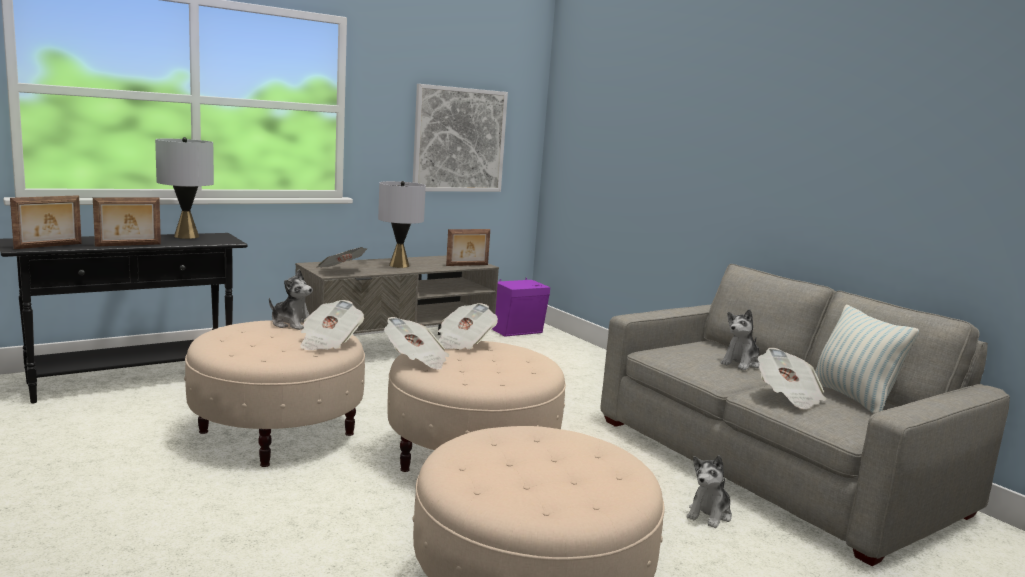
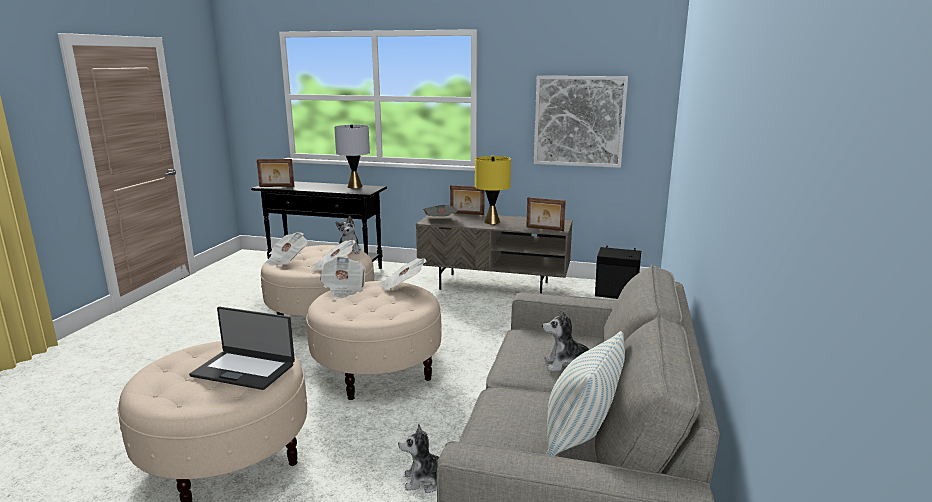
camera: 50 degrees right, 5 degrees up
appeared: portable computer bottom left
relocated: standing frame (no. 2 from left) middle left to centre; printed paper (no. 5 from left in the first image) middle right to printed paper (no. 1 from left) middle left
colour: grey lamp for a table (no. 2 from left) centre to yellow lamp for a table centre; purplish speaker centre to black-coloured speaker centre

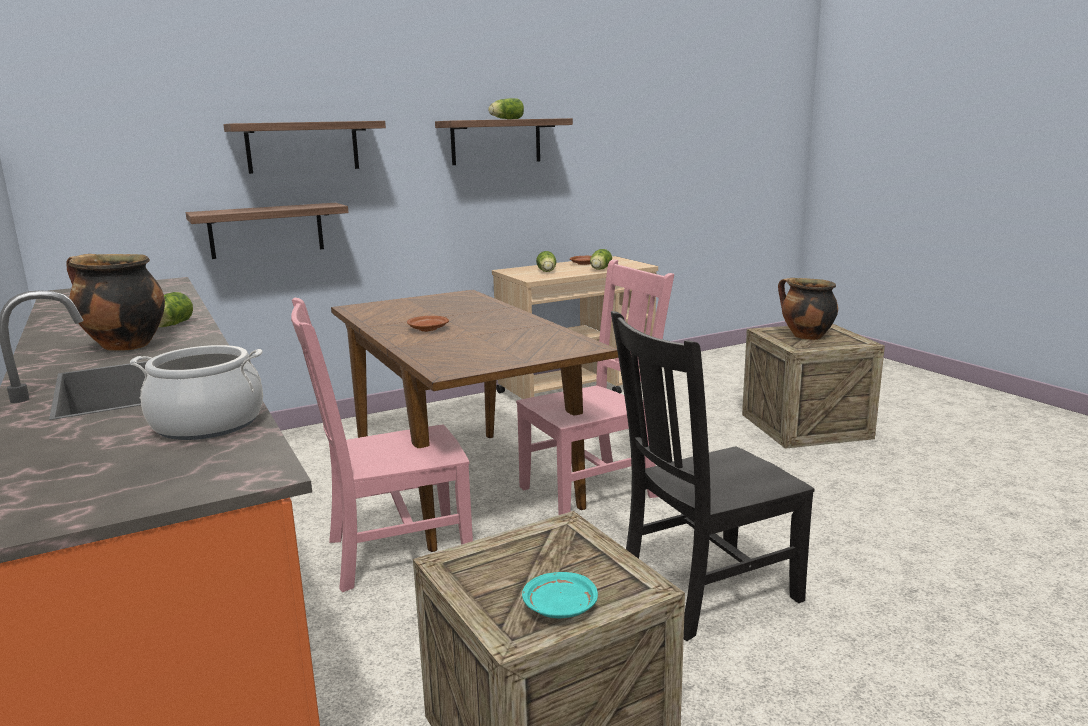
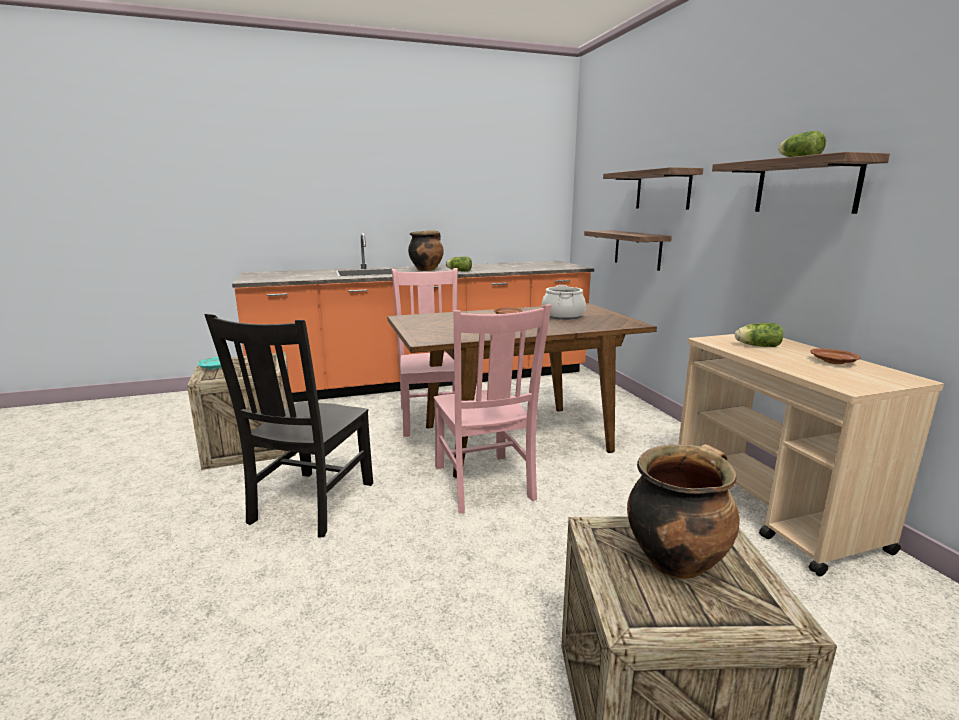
camera: 100 degrees right, 0 degrees up
missing: lettuce (no. 4 from left) centre
relocated: cooking pot (no. 2 from left) middle left to centre
spun: black-coloured upright chair centre = middle left 150 degrees counterclockwise

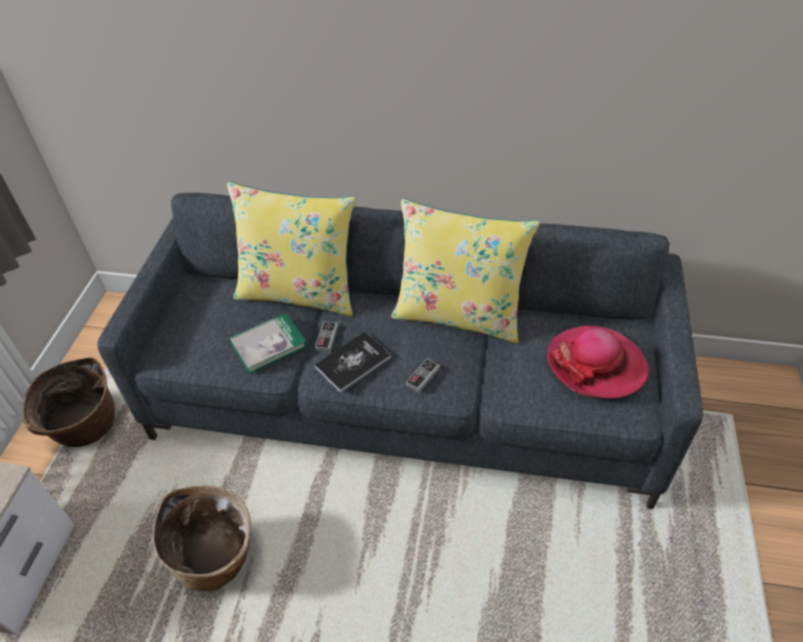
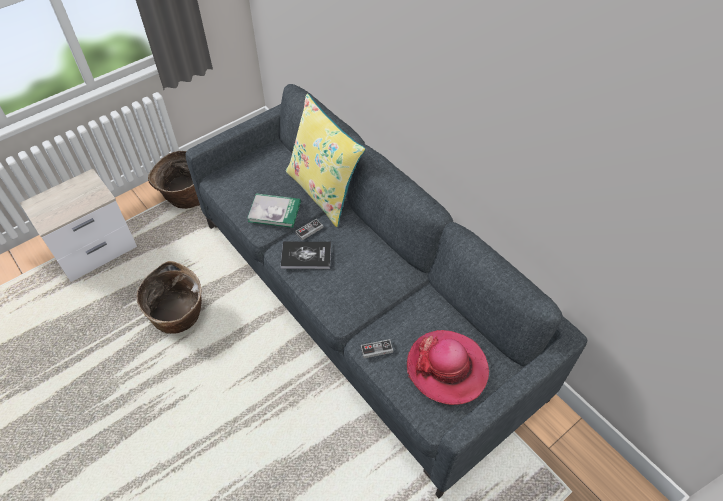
camera: 40 degrees right, 5 degrees up
missing: yellow throw pillow (no. 2 from left) centre
relocated: gamepad (no. 2 from left) centre to bottom centre

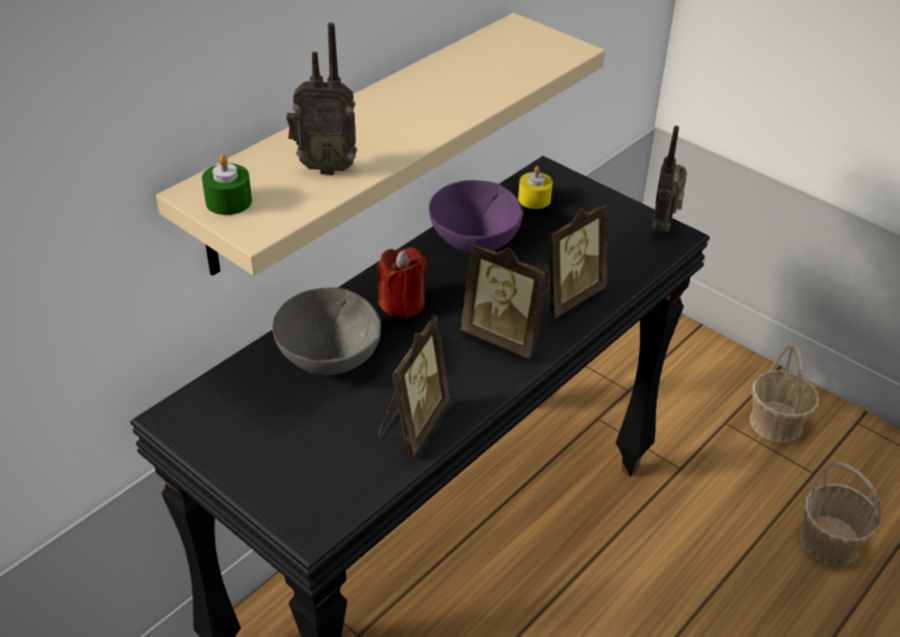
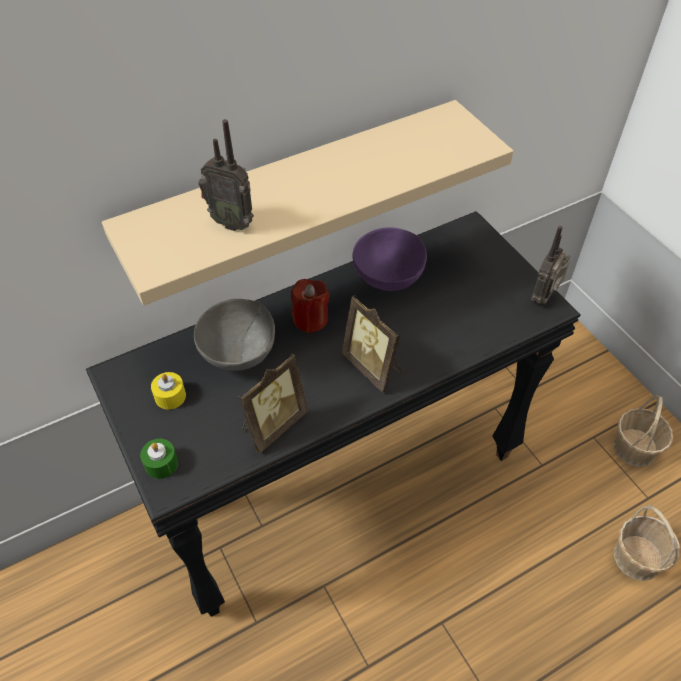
camera: 20 degrees right, 10 degrees up
missing: standing frame (no. 3 from left) centre
relocated: green-coloured wax candle top left to bottom left; yellow wax candle top centre to middle left

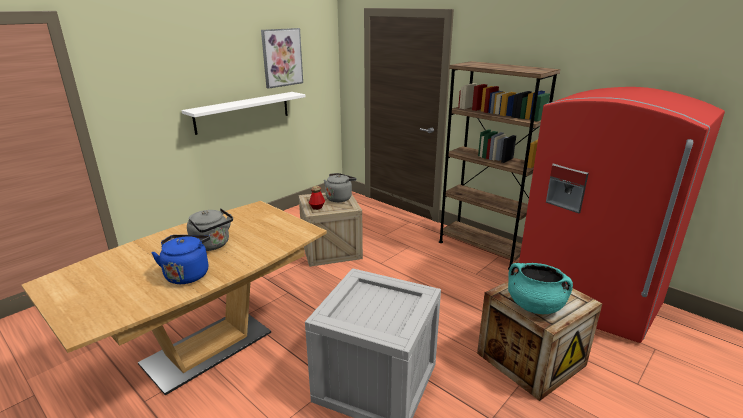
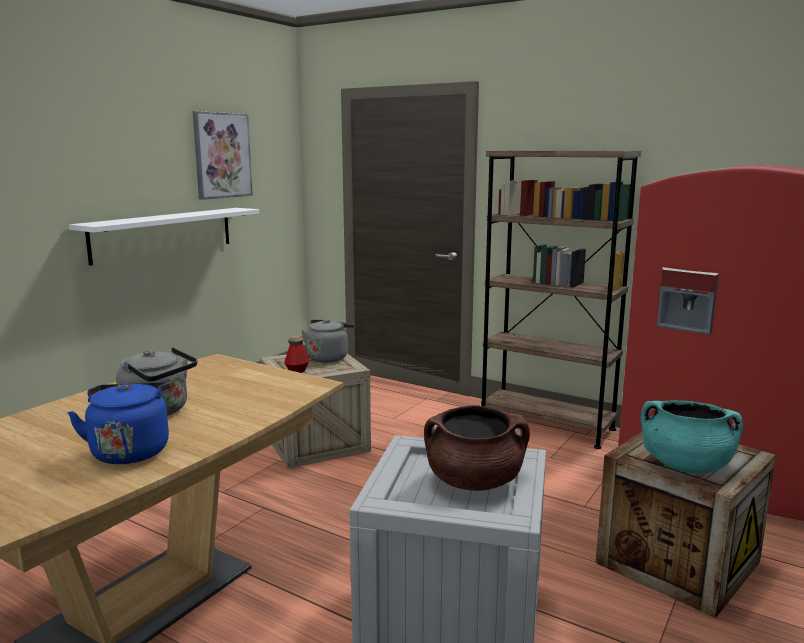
camera: 10 degrees left, 10 degrees down
appeared: brownish cooking pot bottom centre

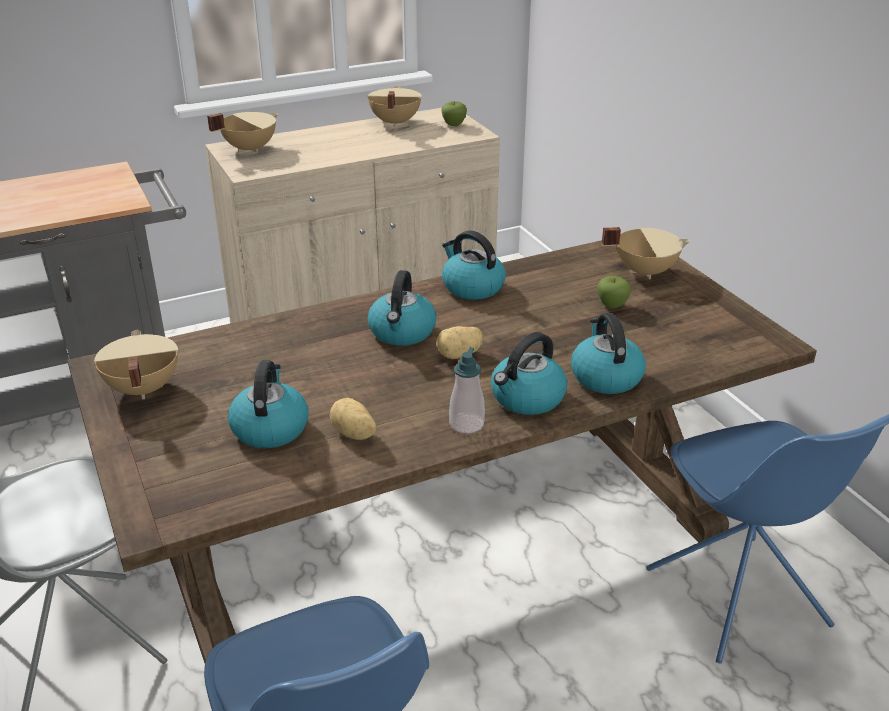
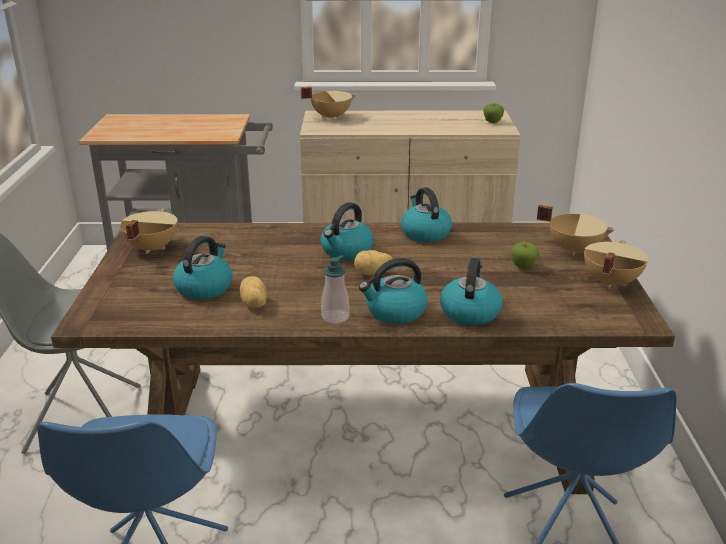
camera: 25 degrees right, 5 degrees down
relocated: beige cooking pot (no. 3 from left in the first image) top centre to beige cooking pot (no. 4 from left) middle right

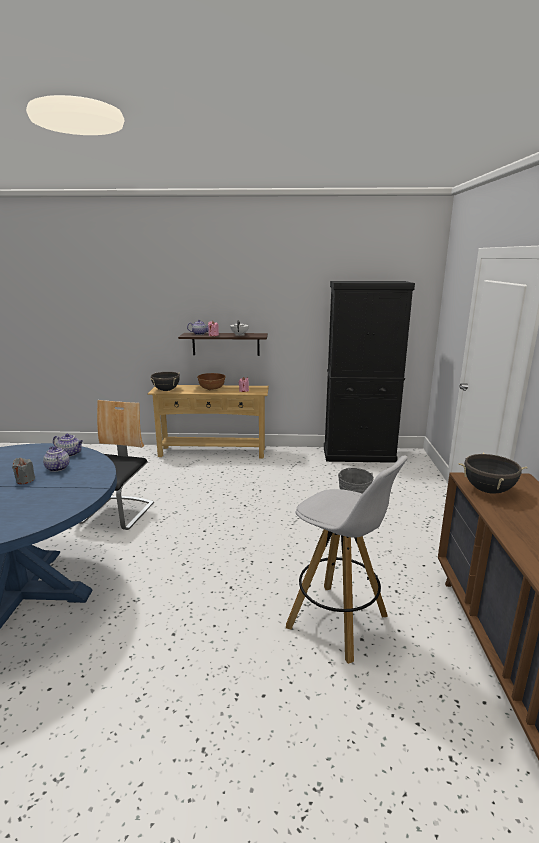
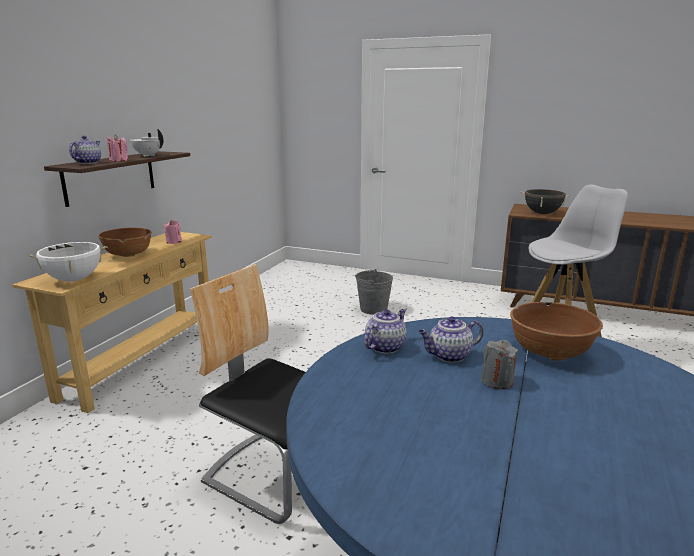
camera: 70 degrees left, 0 degrees up
missing: black-coloured storage cabinet middle right
appeared: brownish deep dish (no. 2 from left) middle right
colour: black-coloured cooking pot (no. 1 from left) middle left to white cooking pot middle left

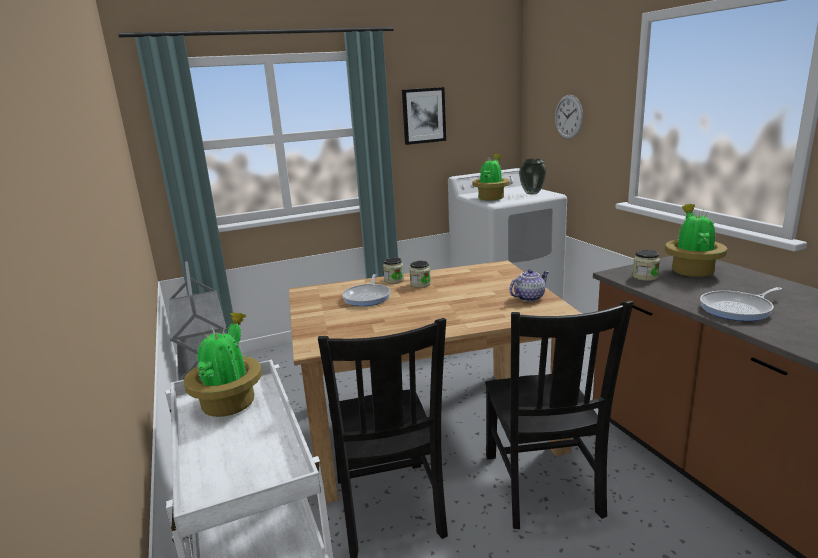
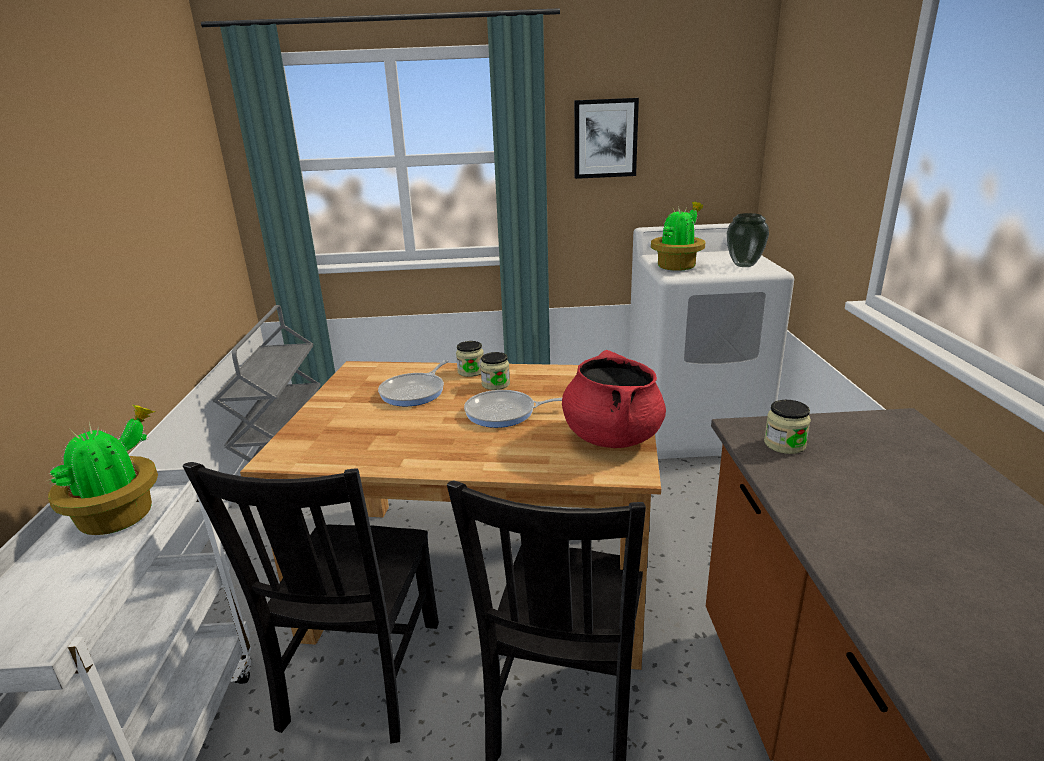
camera: 20 degrees right, 5 degrees up
missing: wall clock top right; houseplant (no. 3 from left) middle right
relocated: pan (no. 2 from left) middle right to centre
exchanged: tea pot centre to red-coloured cooking pot centre

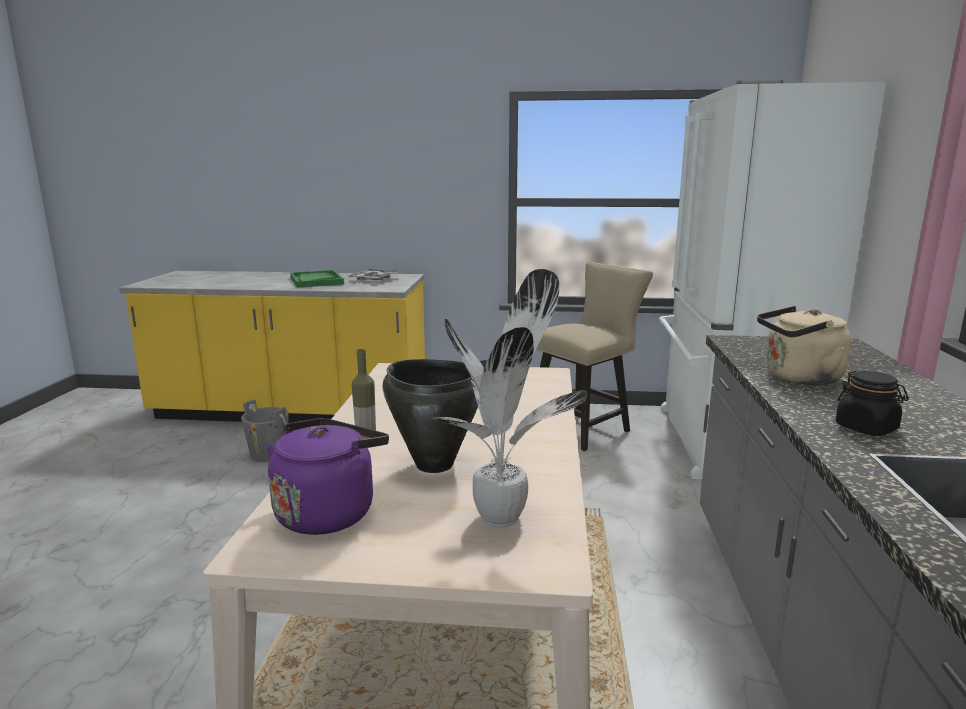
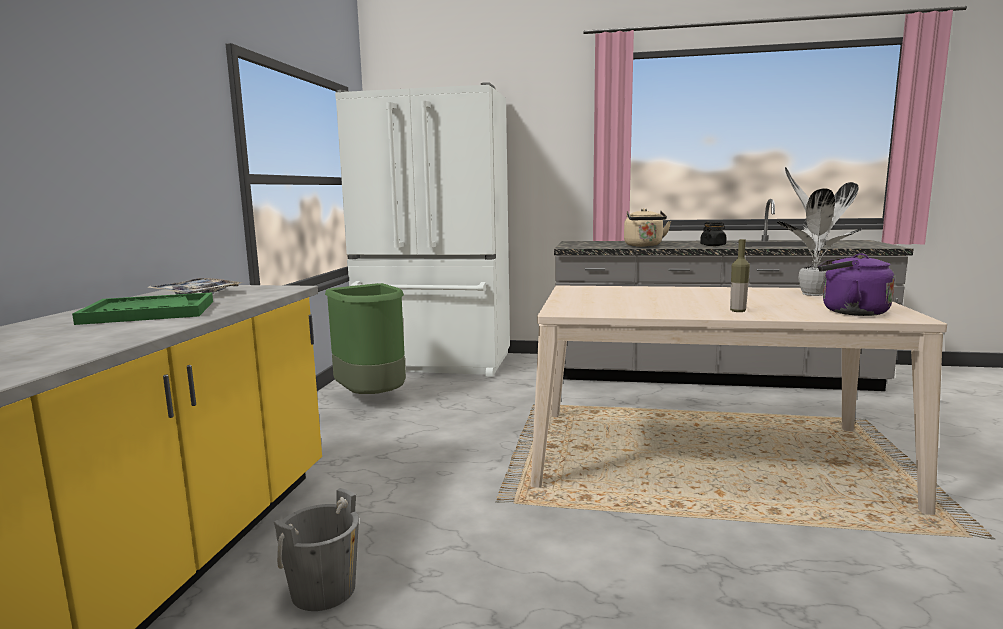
camera: 85 degrees left, 5 degrees down
missing: black-coloured cooking pot centre
exchanged: beige upright chair centre to green-coloured rubbish bin centre

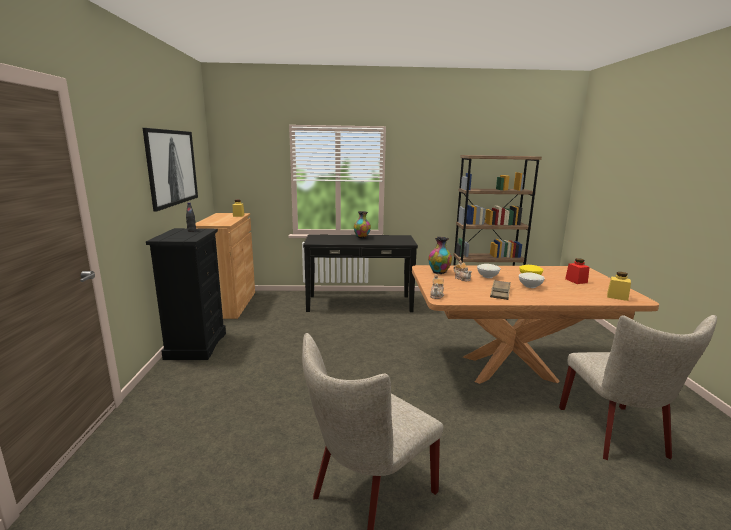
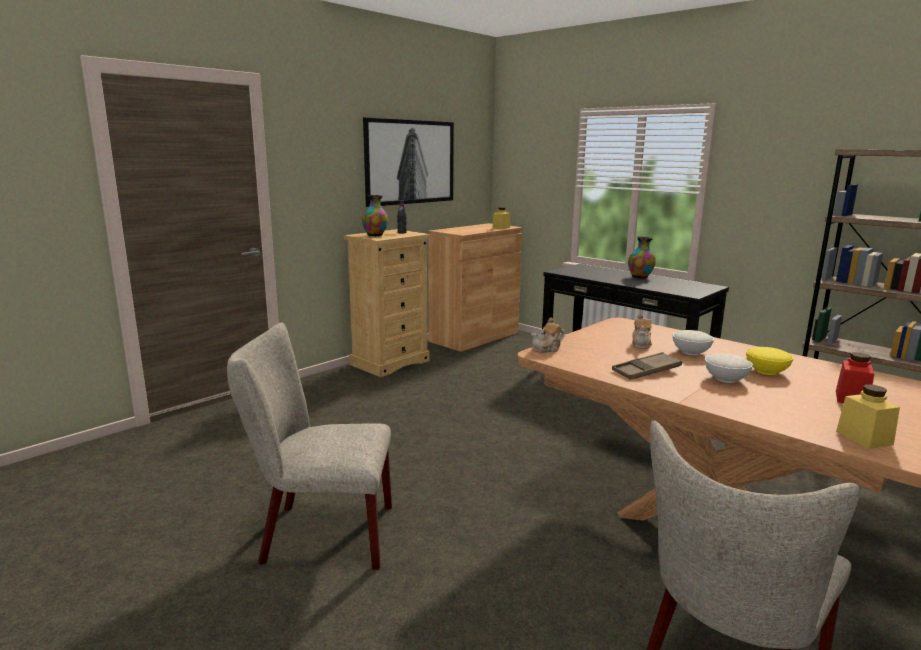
camera: 45 degrees right, 0 degrees up
relocated: vase (no. 2 from left in the first image) centre to vase (no. 1 from left) top centre
colour: black-coloured dresser middle left to beige dresser centre

